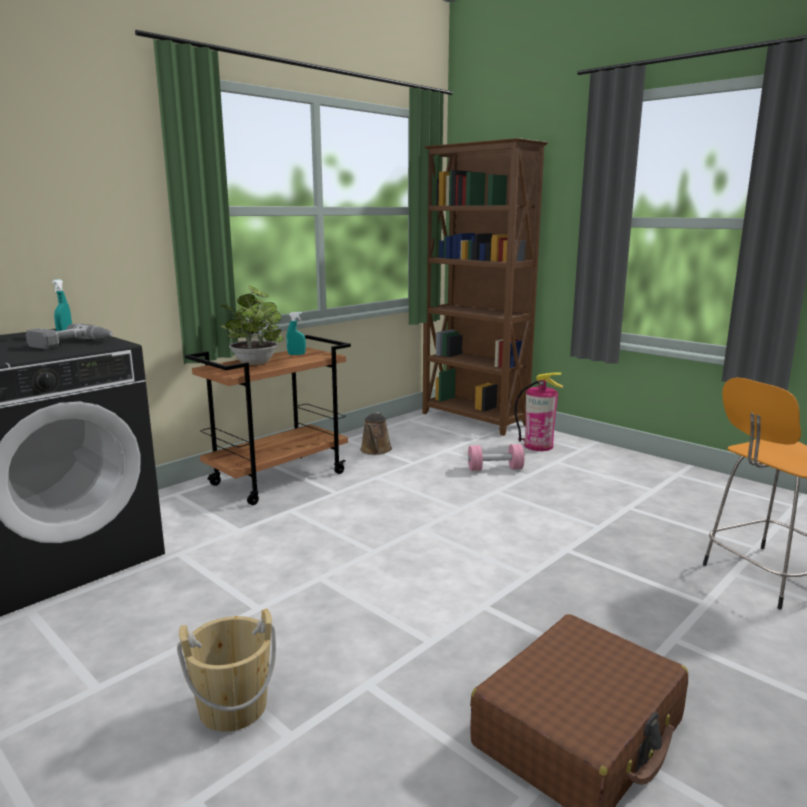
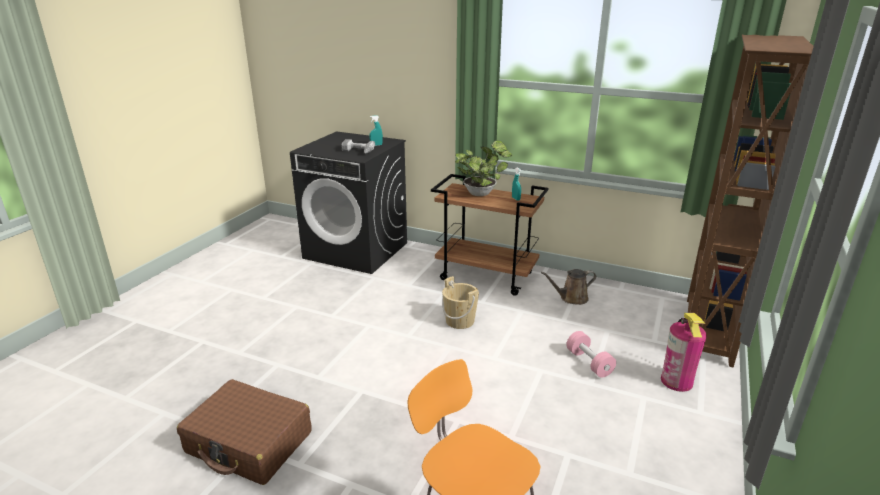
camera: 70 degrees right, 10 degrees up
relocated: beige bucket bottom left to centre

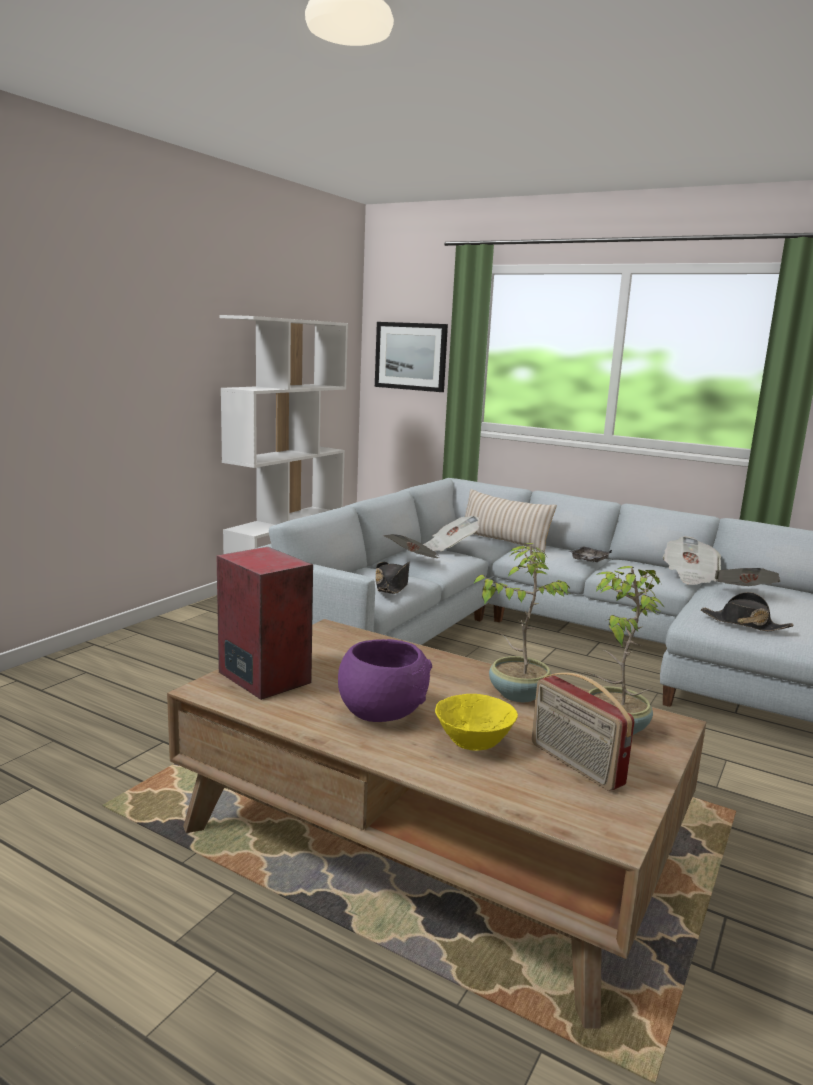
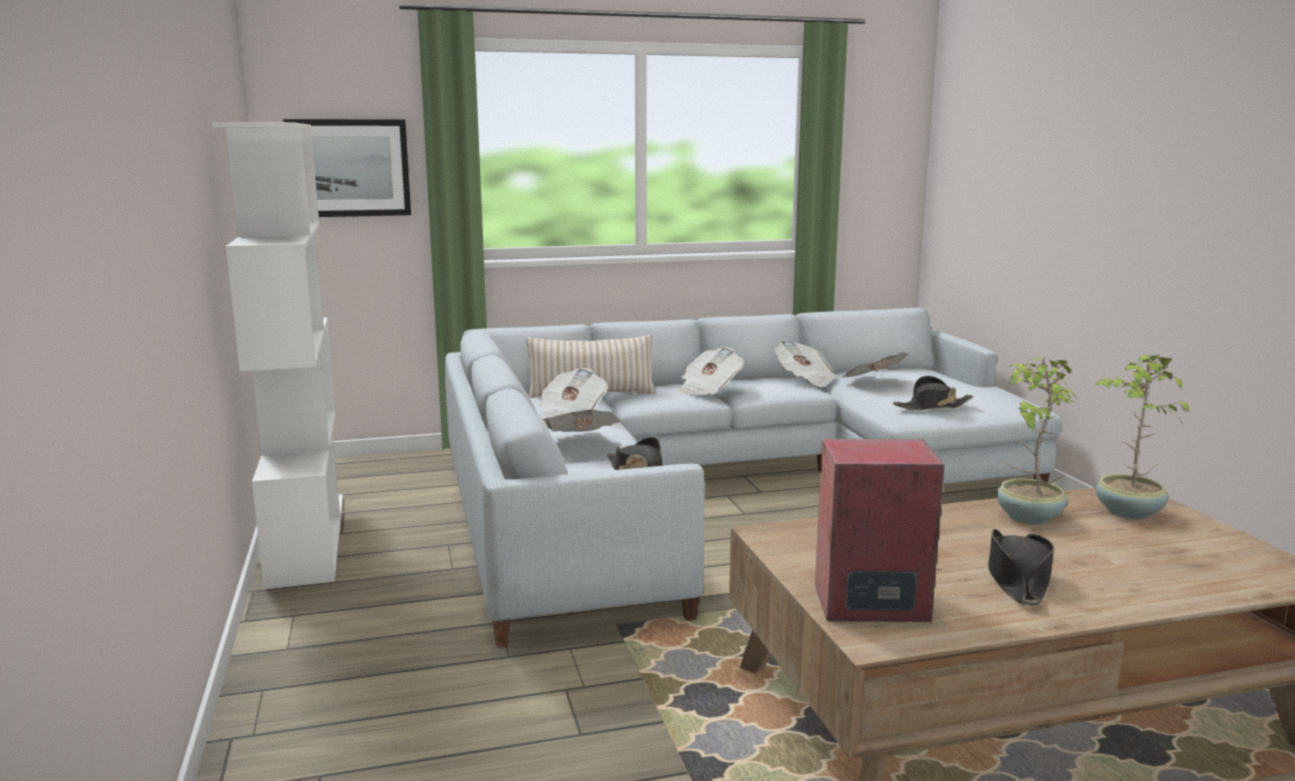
camera: 45 degrees left, 0 degrees up
missing: radio bottom right; yellow deep dish centre
exchanged: grey tray middle right to printed paper (no. 3 from left) centre; purplish deep dish centre to black-coloured hat (no. 3 from left) bottom right

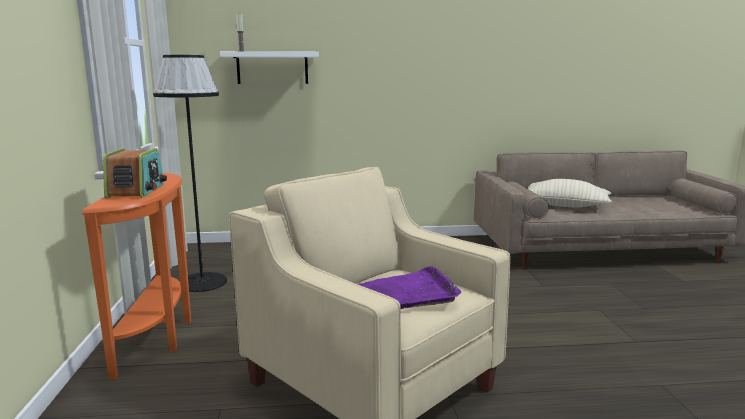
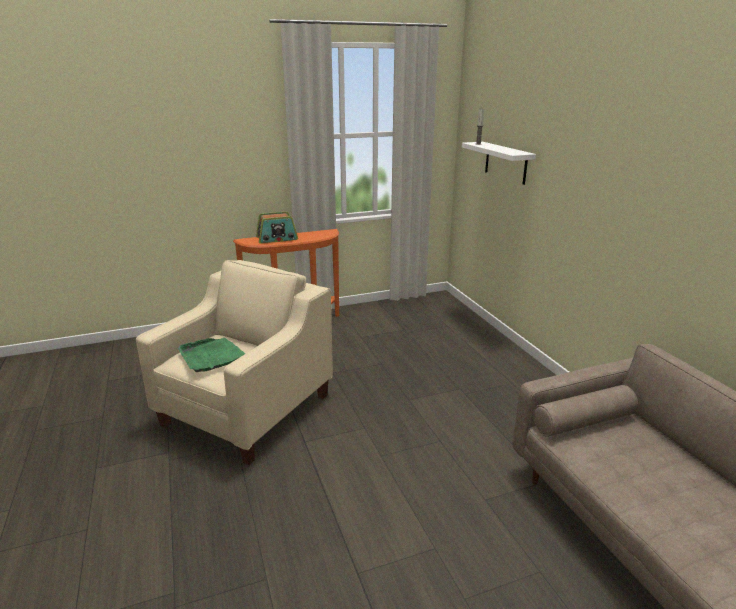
camera: 75 degrees right, 10 degrees up
missing: black-coloured standard lamp middle left; beige throw pillow middle right
colour: purplish tray bottom centre to green-coloured tray middle left

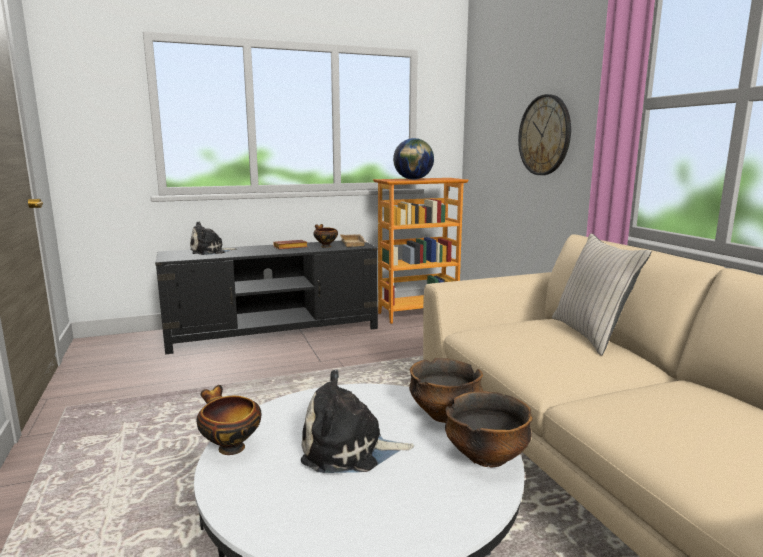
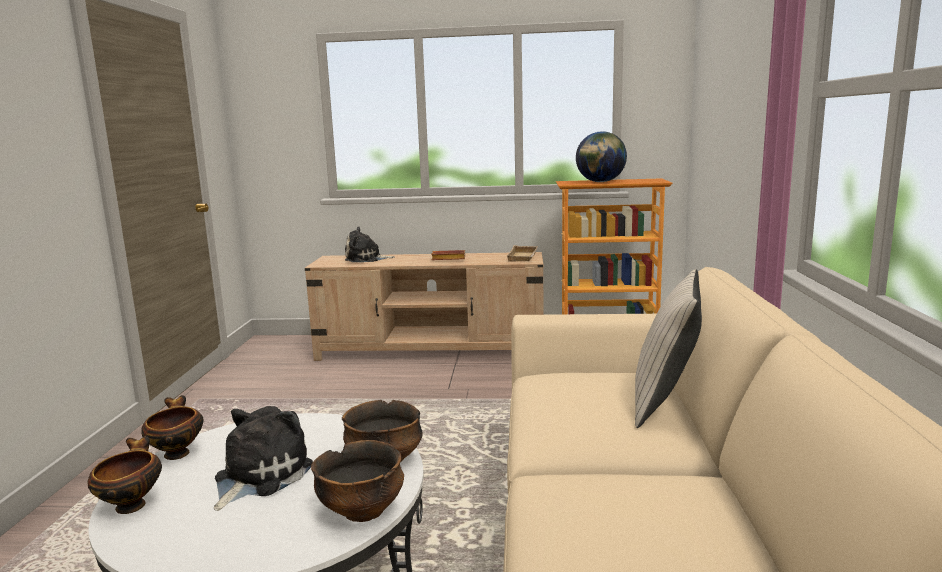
camera: 25 degrees right, 0 degrees up
missing: wall clock top right
relocated: deep dish (no. 2 from left in the first image) centre to deep dish (no. 1 from left) bottom left
colour: black-coloured tv unit centre to beige tv unit centre
spun: soft toy (no. 2 from left in the first image) bottom centre = bottom left 90 degrees clockwise

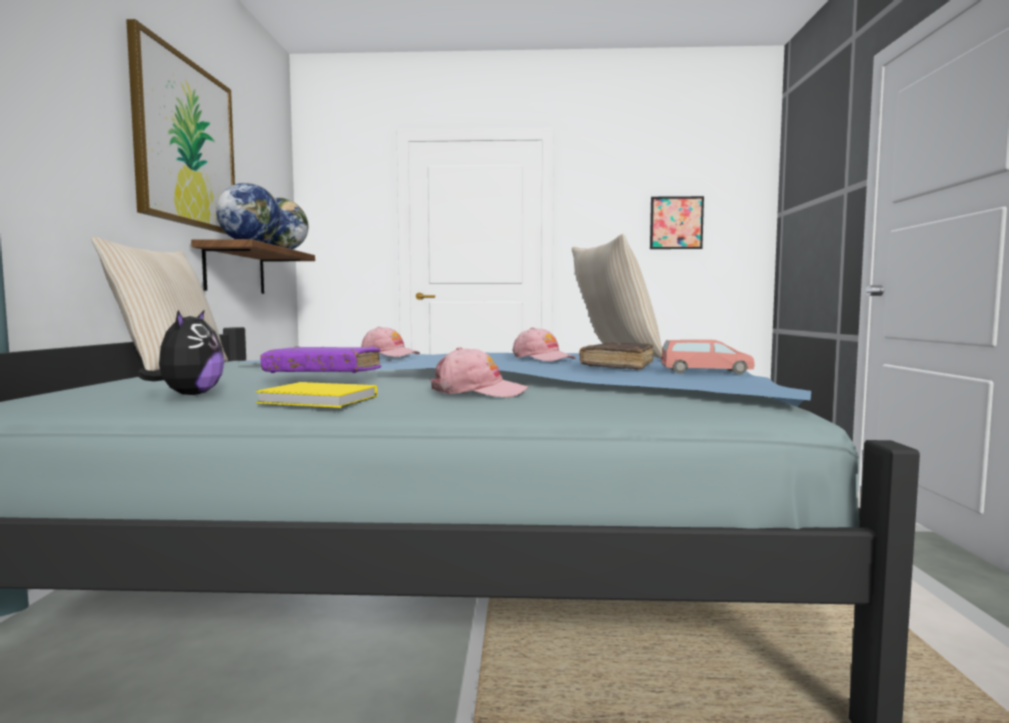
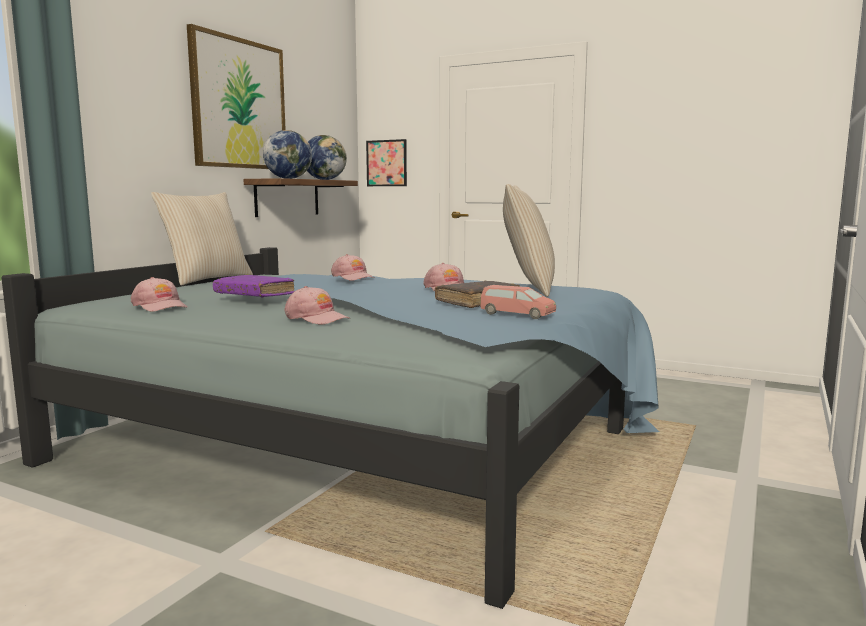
camera: 25 degrees right, 5 degrees up
missing: yellow volume middle left
relocated: picture (no. 2 from left) top right to top centre
exchanged: soft toy middle left to pink-coloured peaked cap (no. 1 from left) middle left

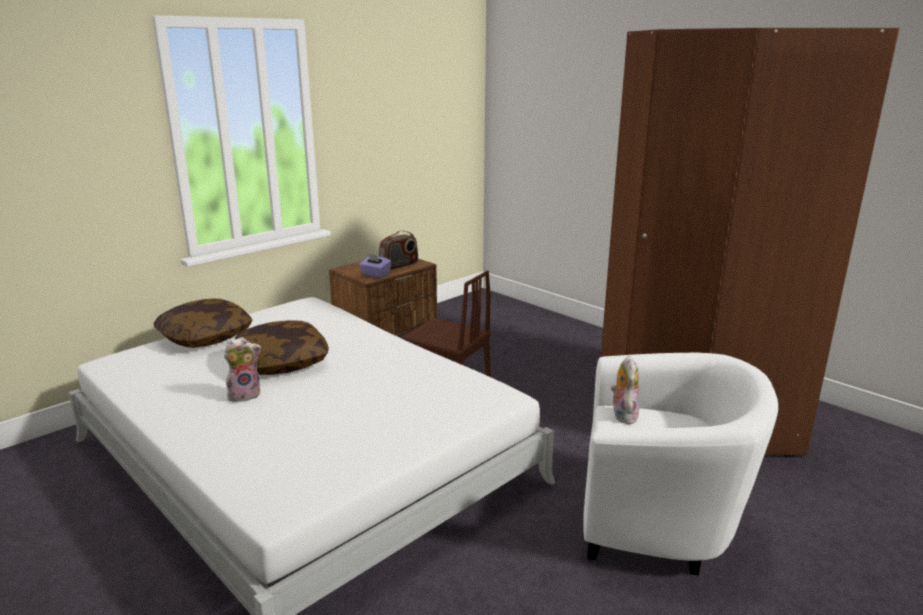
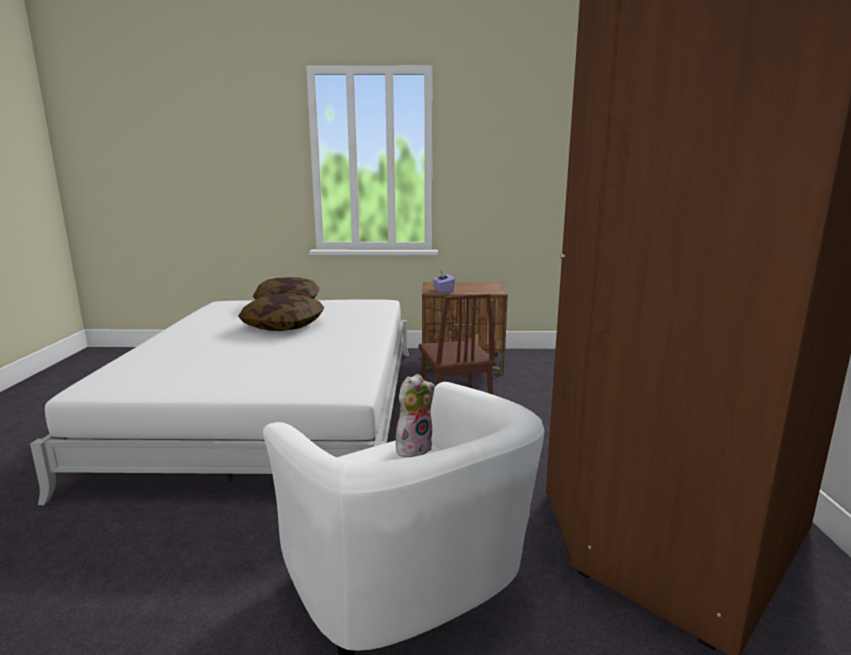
camera: 45 degrees right, 5 degrees down
missing: radio centre; soft toy (no. 1 from left) middle left

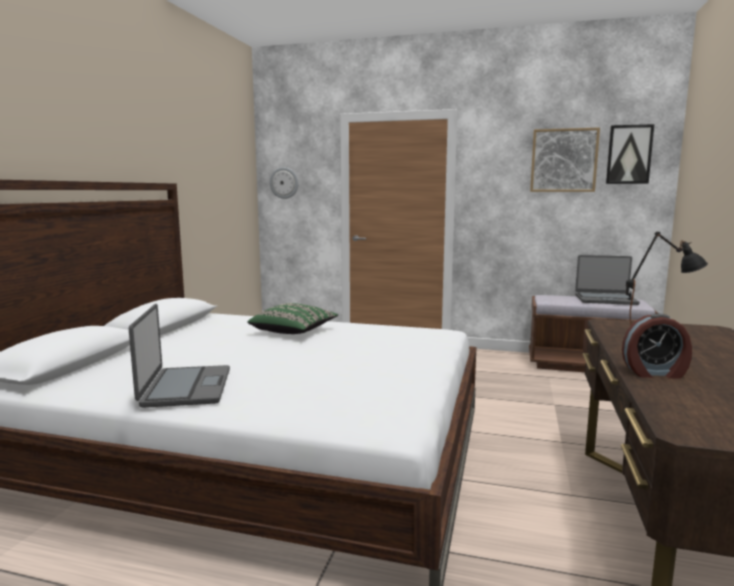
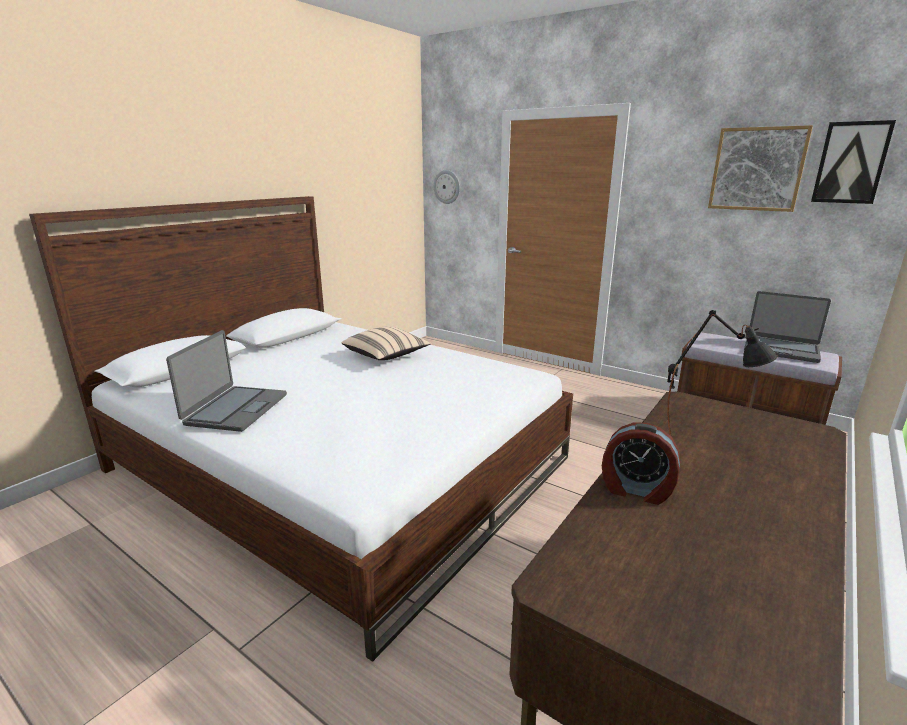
camera: 20 degrees right, 10 degrees up
colour: green-coloured throw pillow centre to beige throw pillow centre

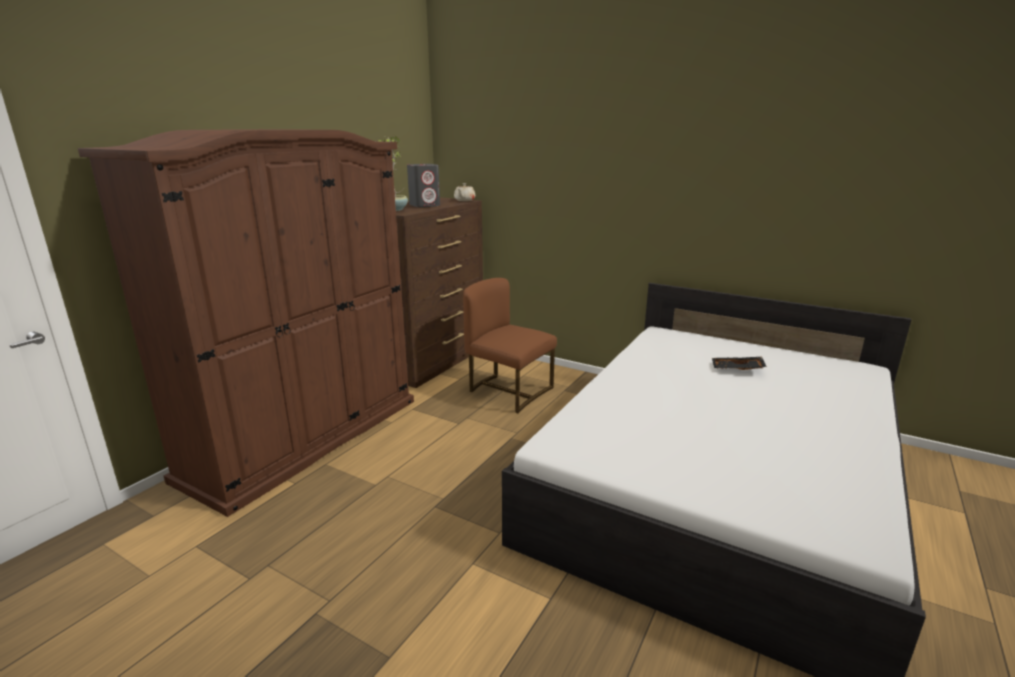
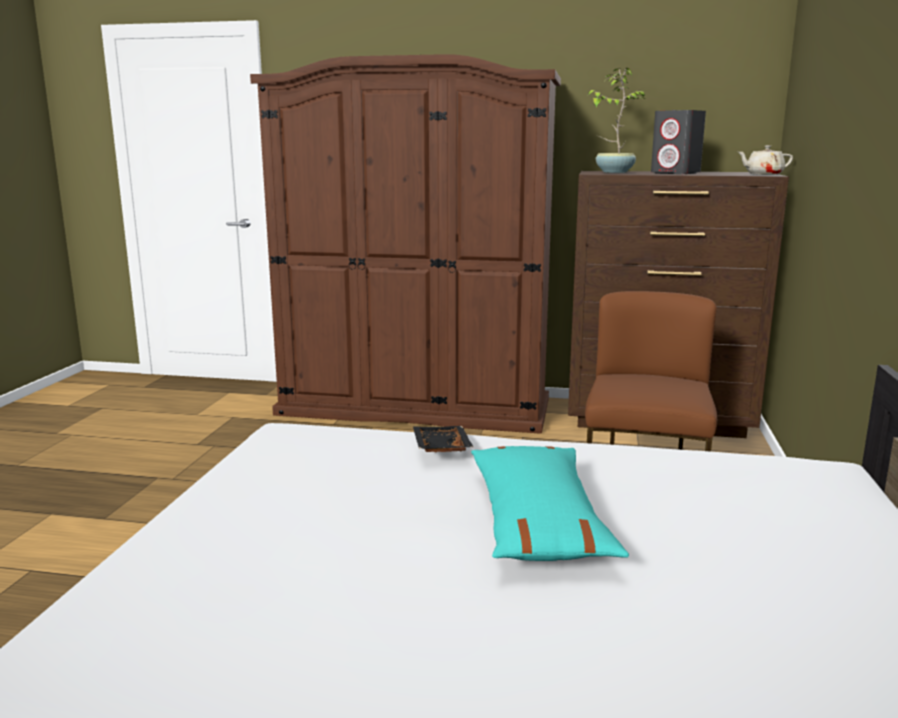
camera: 70 degrees right, 5 degrees down
appeared: turquoise throw pillow bottom centre
relocated: black-coloured tray middle right to centre

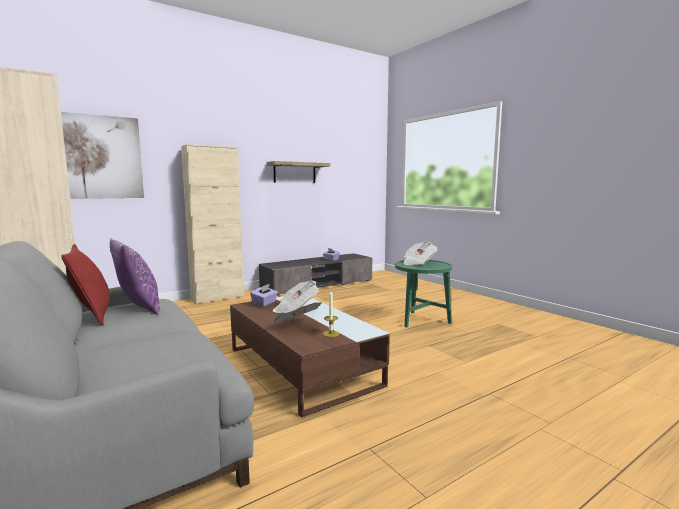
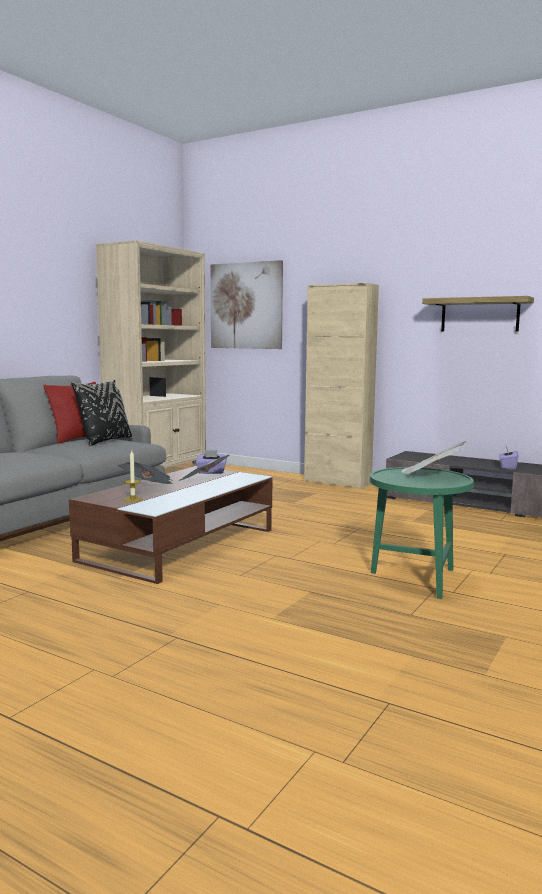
camera: 65 degrees right, 0 degrees up
colour: purplish throw pillow middle left to black-coloured throw pillow middle left

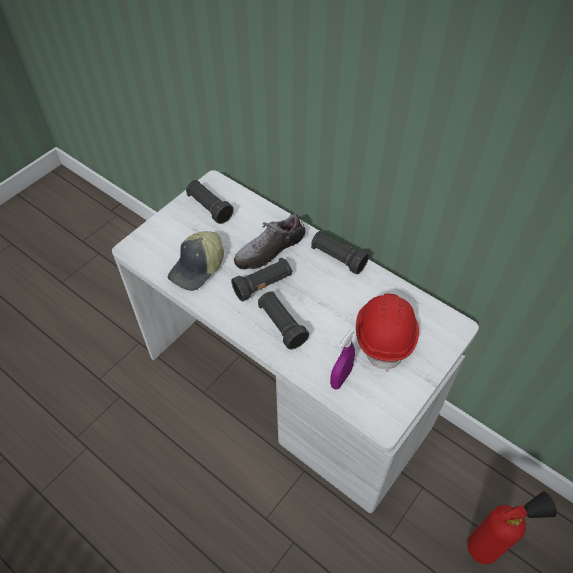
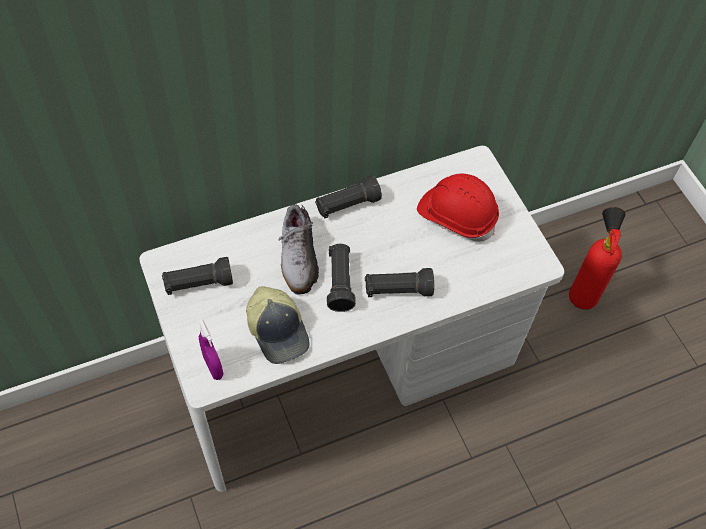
camera: 65 degrees left, 5 degrees up
relocated: purplish sprayer centre to middle left

